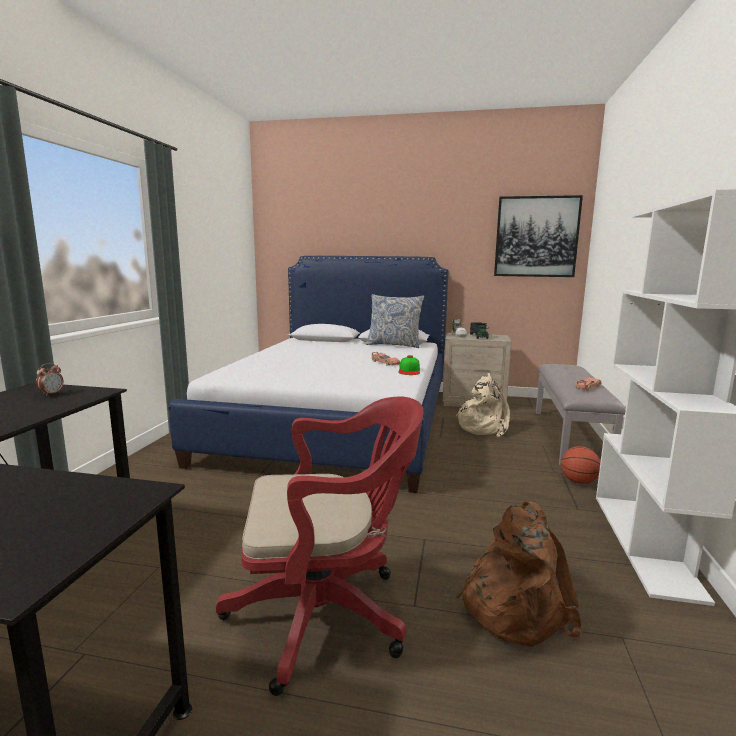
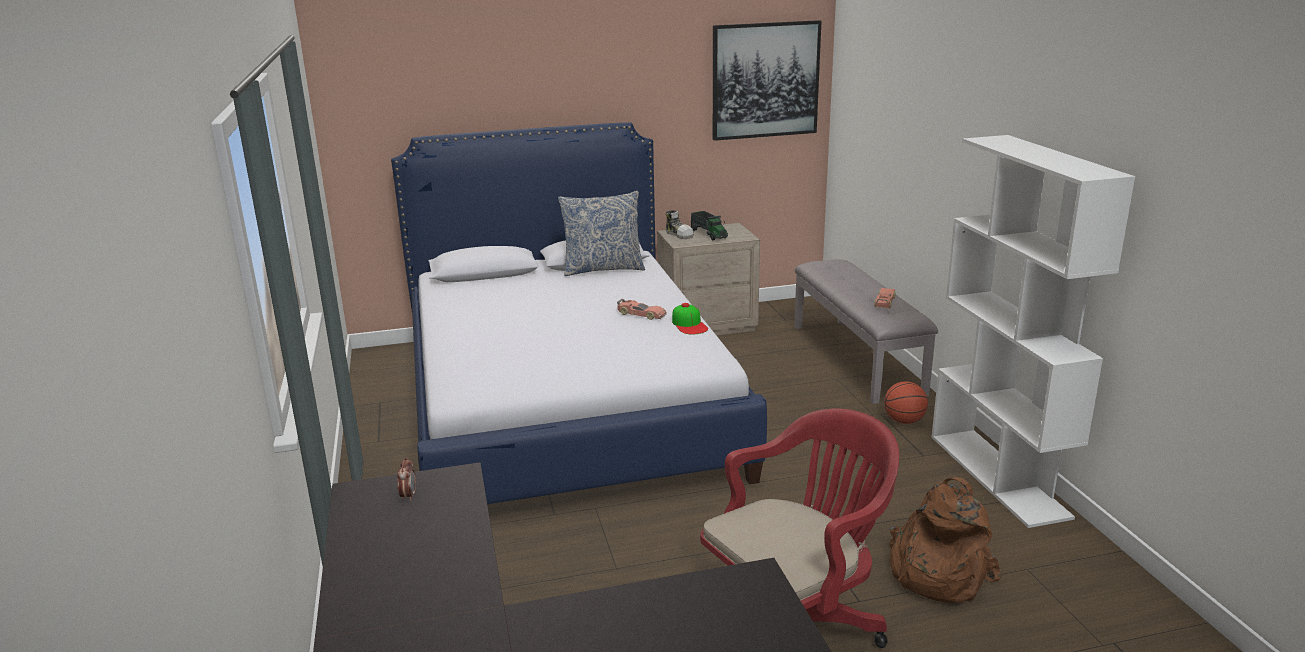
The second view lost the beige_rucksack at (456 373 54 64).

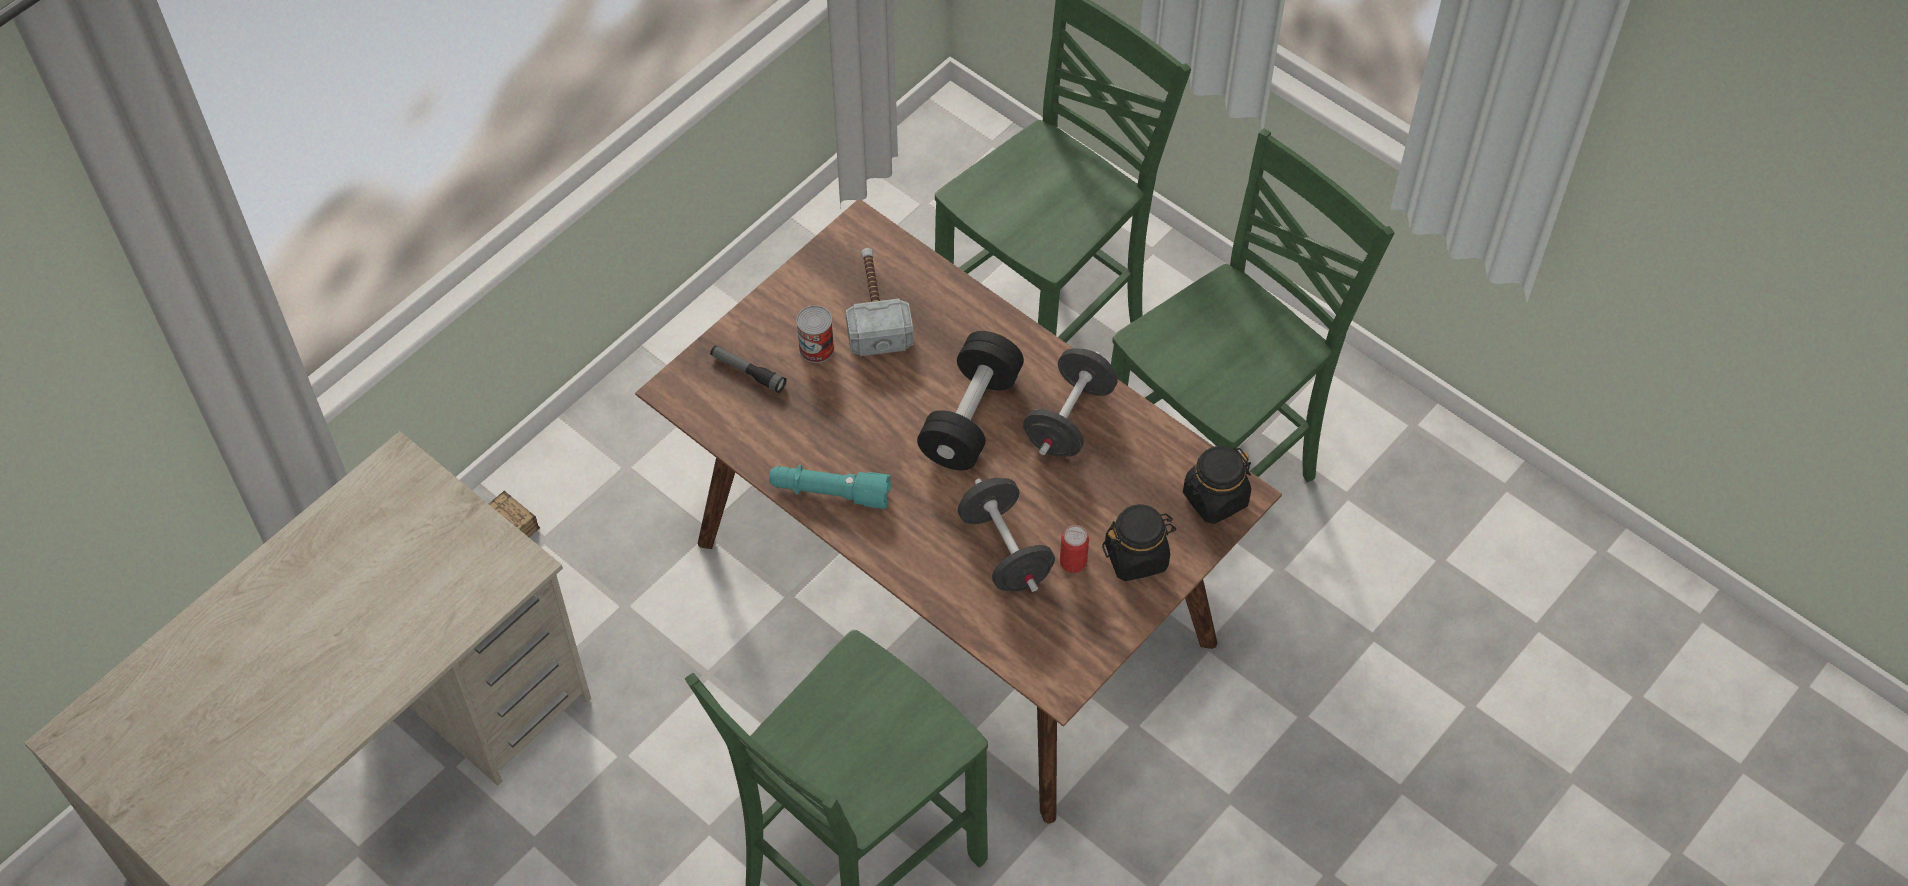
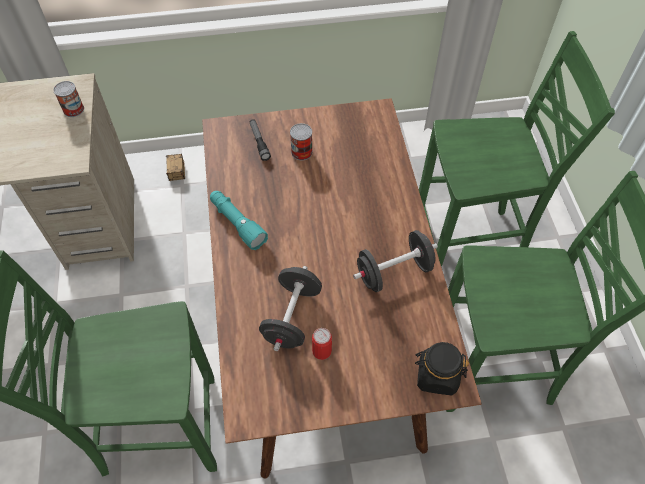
The second view lost the tool_hammer at (846 248 68 108). The second view lost the black-coloured_hand_weight at (917 331 107 139). The second view lost the black-coloured_preserve_jar at (1102 504 74 77). The second view gained the sealed_can at (53 81 31 36).

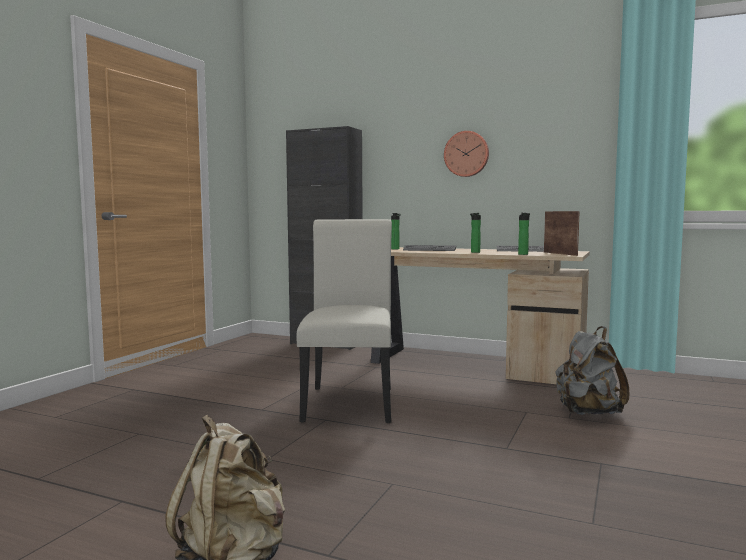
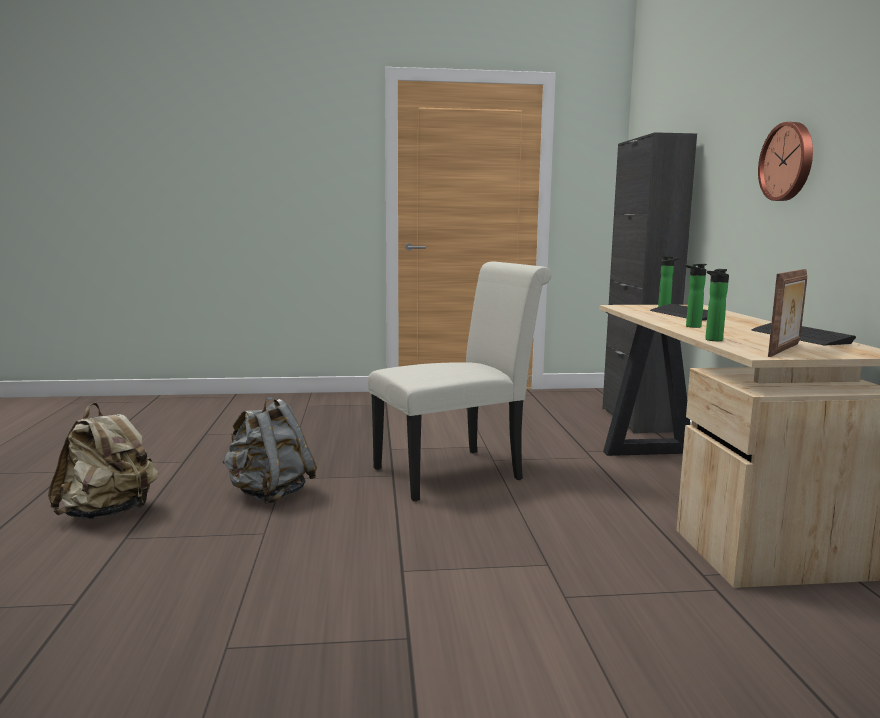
The gray_rucksack ended up elsewhere, having gone from (555 326 75 89) to (223 397 94 107).

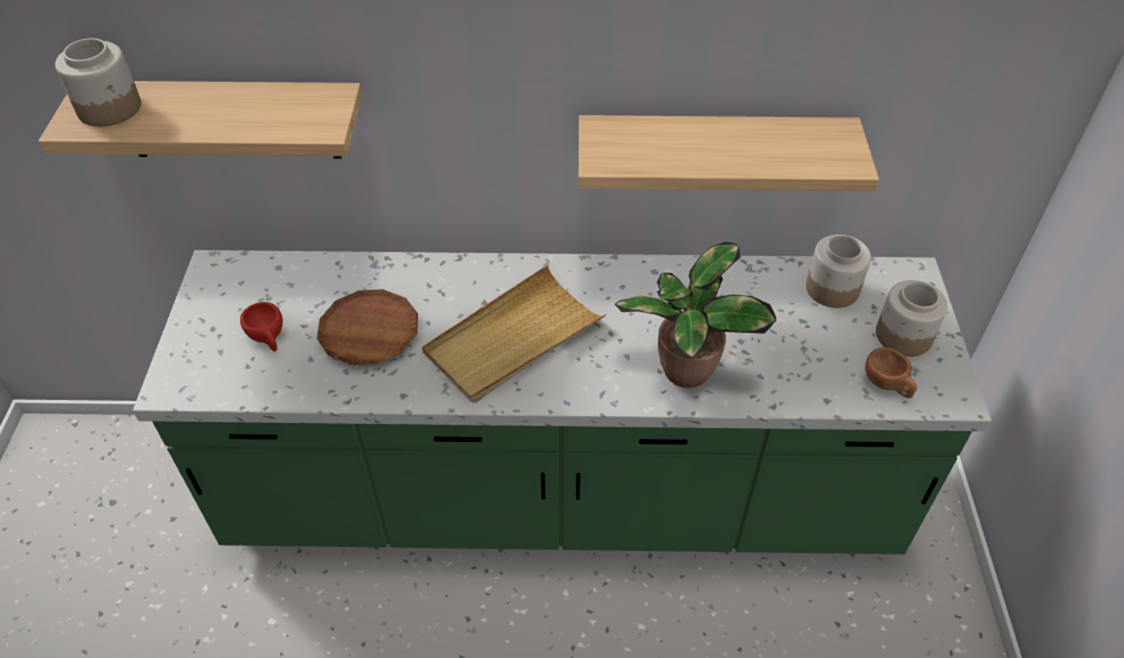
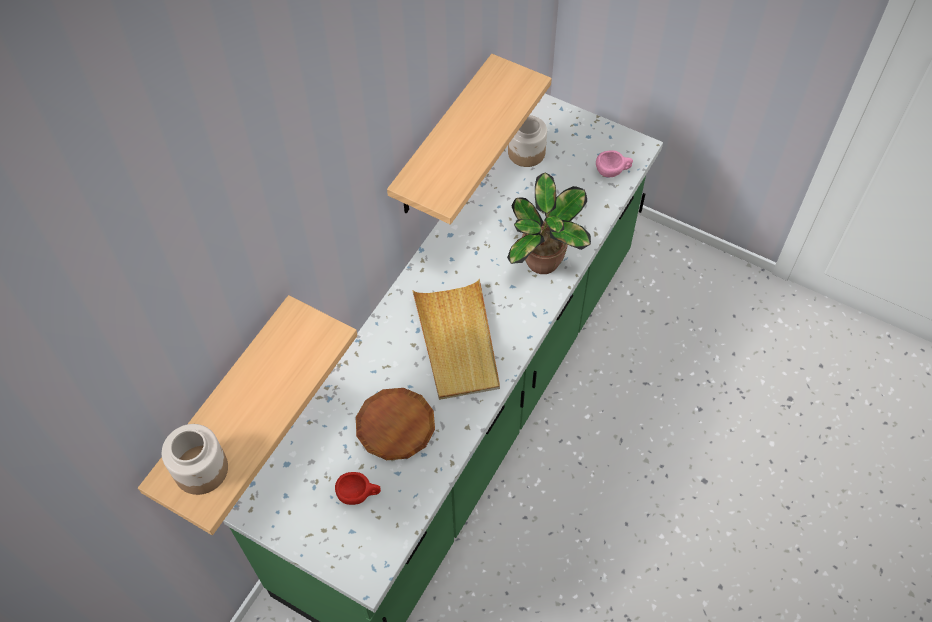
The second view lost the preserve_jar at (876 280 72 77). What was the brownish_drinking_cup at (865 347 52 51) turned into the pink_drinking_cup at (596 150 37 27).

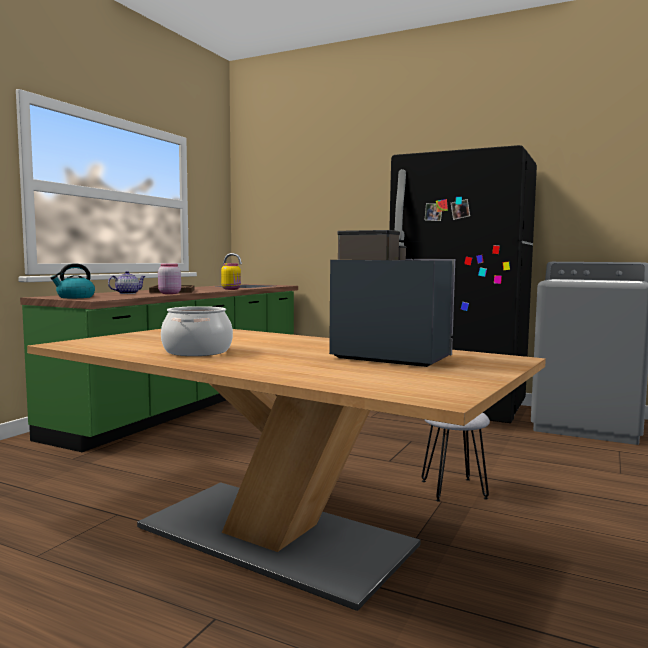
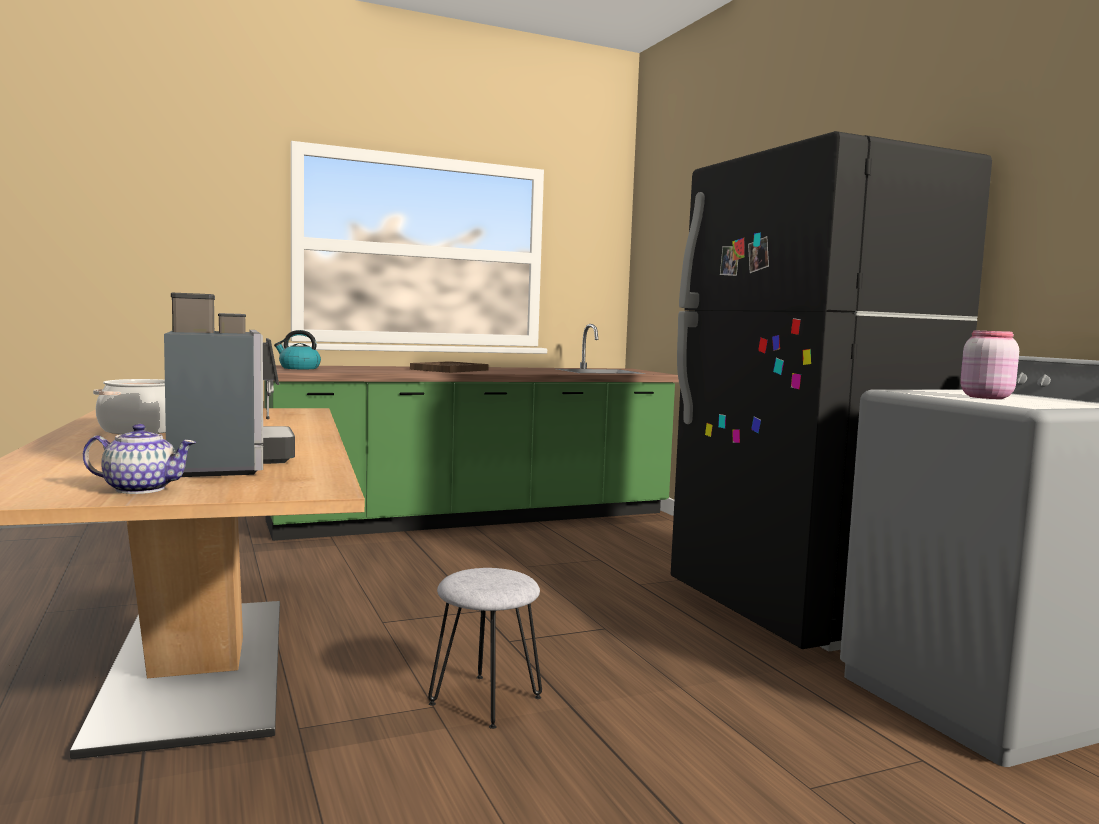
The pink_preserve_jar ended up elsewhere, having gone from (158 263 23 31) to (960 330 59 69). The second view lost the yellowish_preserve_jar at (221 263 20 27). The pot_for_tea ended up elsewhere, having gone from (108 271 38 23) to (83 424 113 70).

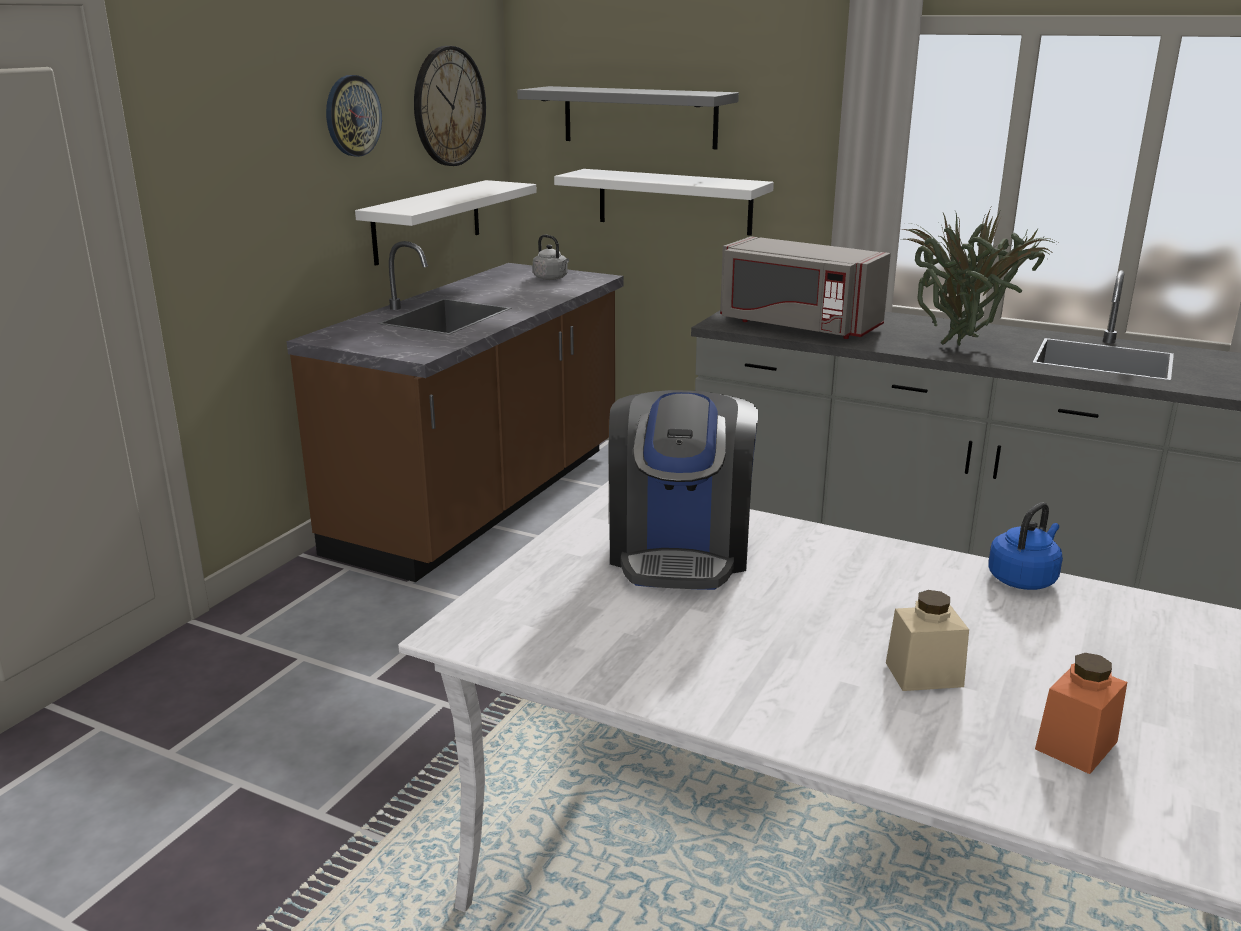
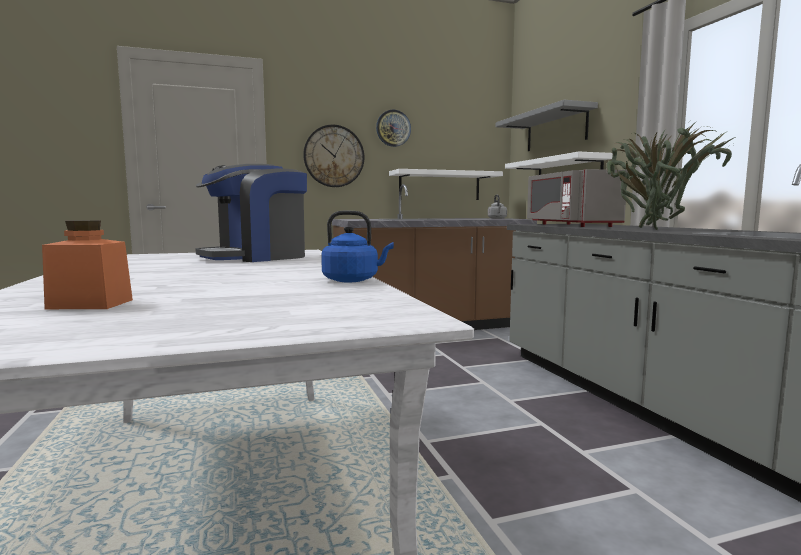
The clock_on_the_wall ended up elsewhere, having gone from (414 46 72 120) to (303 125 61 62). The second view lost the beige_preserve_jar at (886 590 83 101).

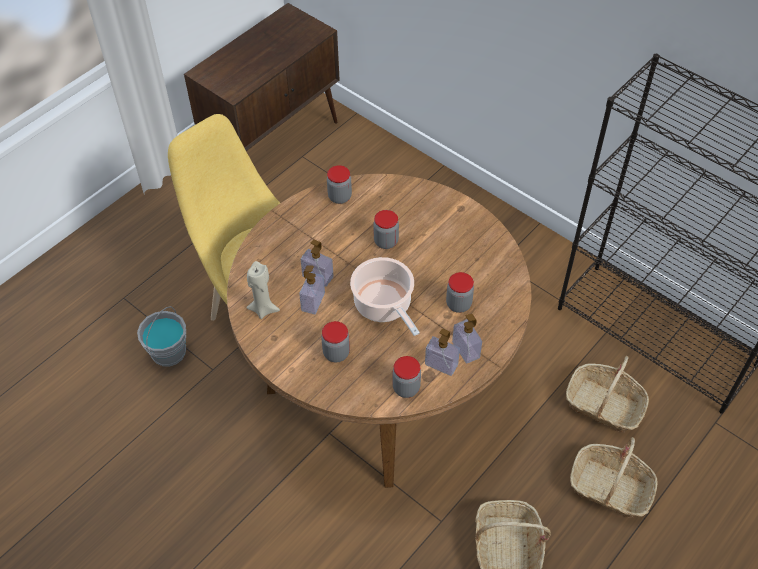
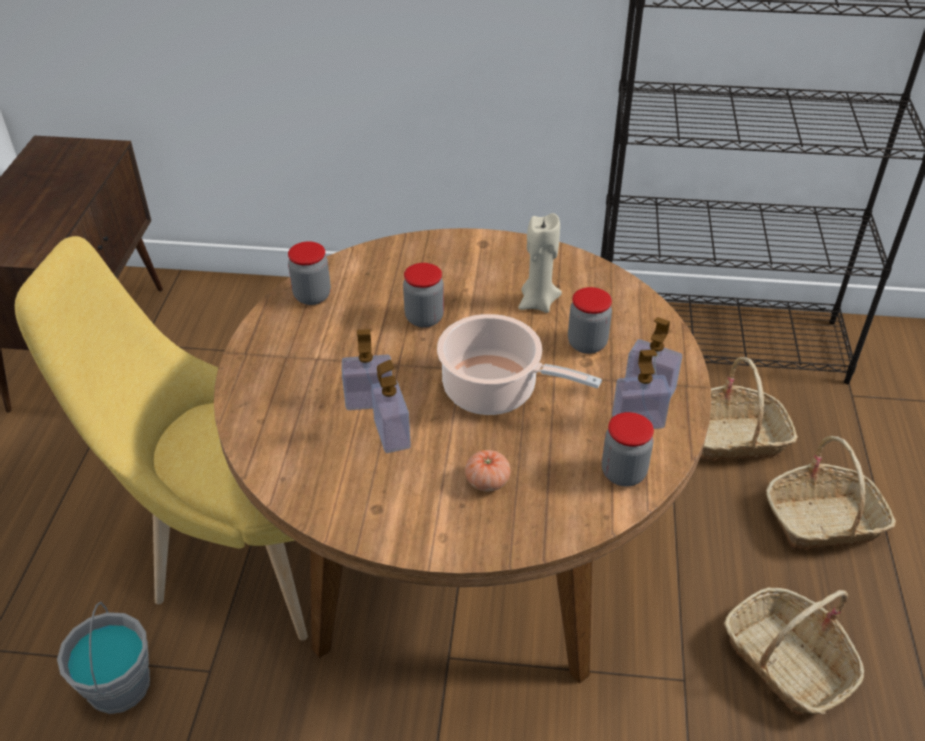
The beige_wax_light ended up elsewhere, having gone from (246 261 34 58) to (518 213 44 100). Where the preserve_jar stood at (321 321 29 41), the fresh_tomato came to stand at (465 450 45 42).

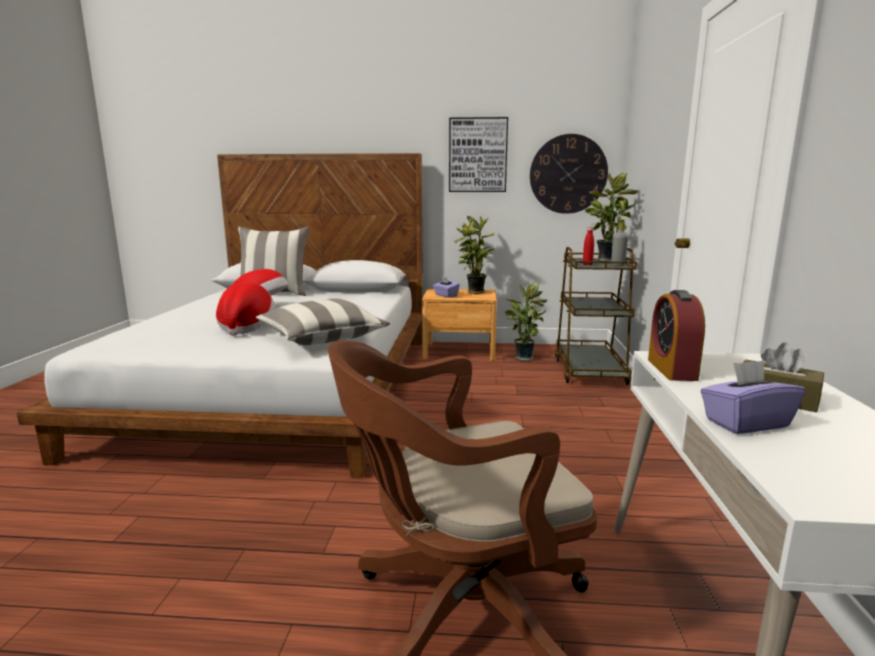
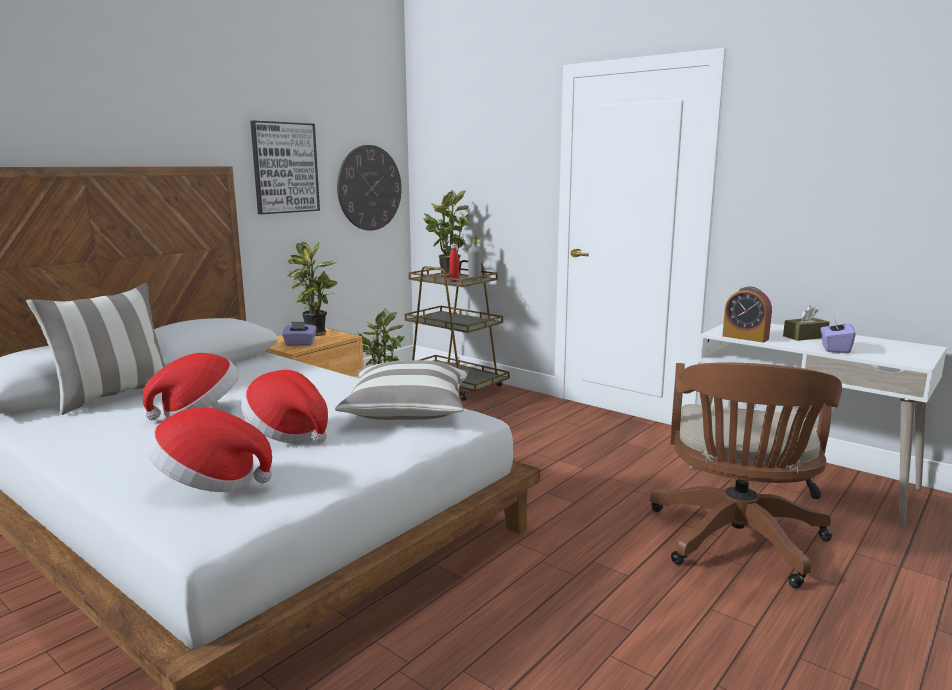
The second view gained the wearable_hat at (146 407 126 85).

